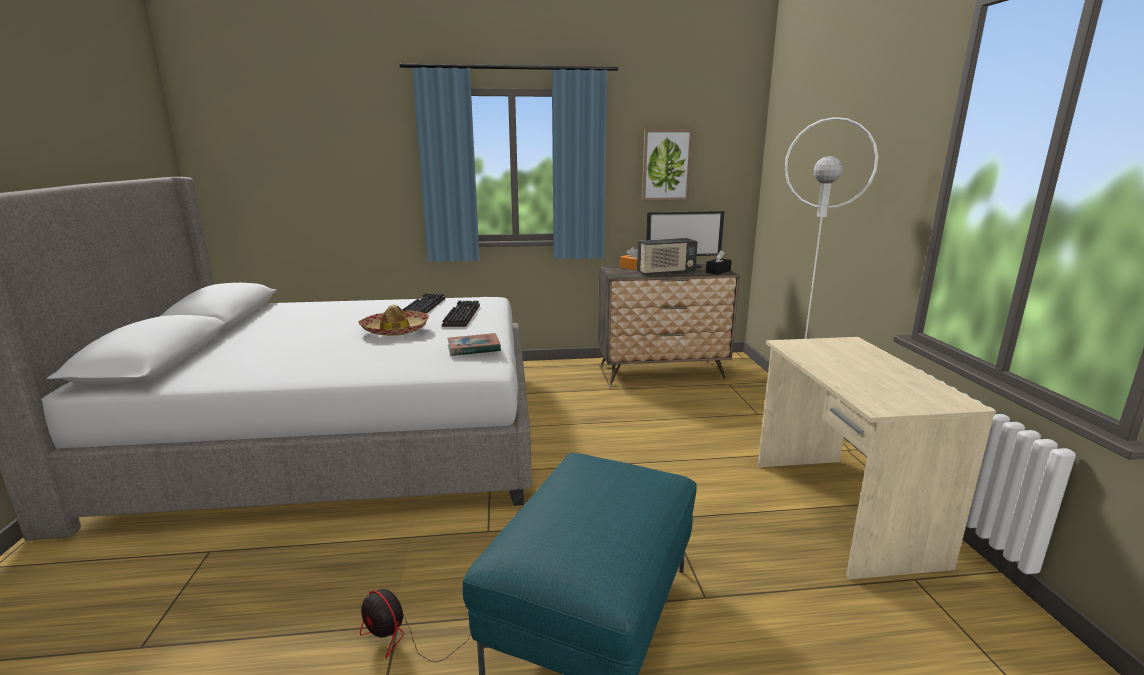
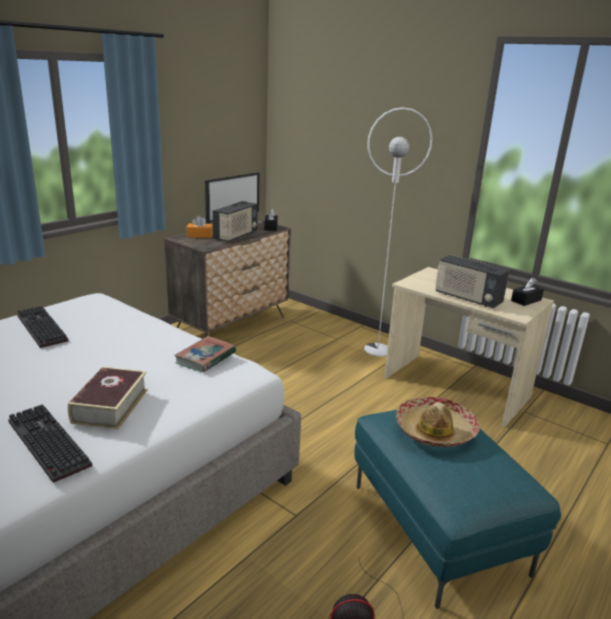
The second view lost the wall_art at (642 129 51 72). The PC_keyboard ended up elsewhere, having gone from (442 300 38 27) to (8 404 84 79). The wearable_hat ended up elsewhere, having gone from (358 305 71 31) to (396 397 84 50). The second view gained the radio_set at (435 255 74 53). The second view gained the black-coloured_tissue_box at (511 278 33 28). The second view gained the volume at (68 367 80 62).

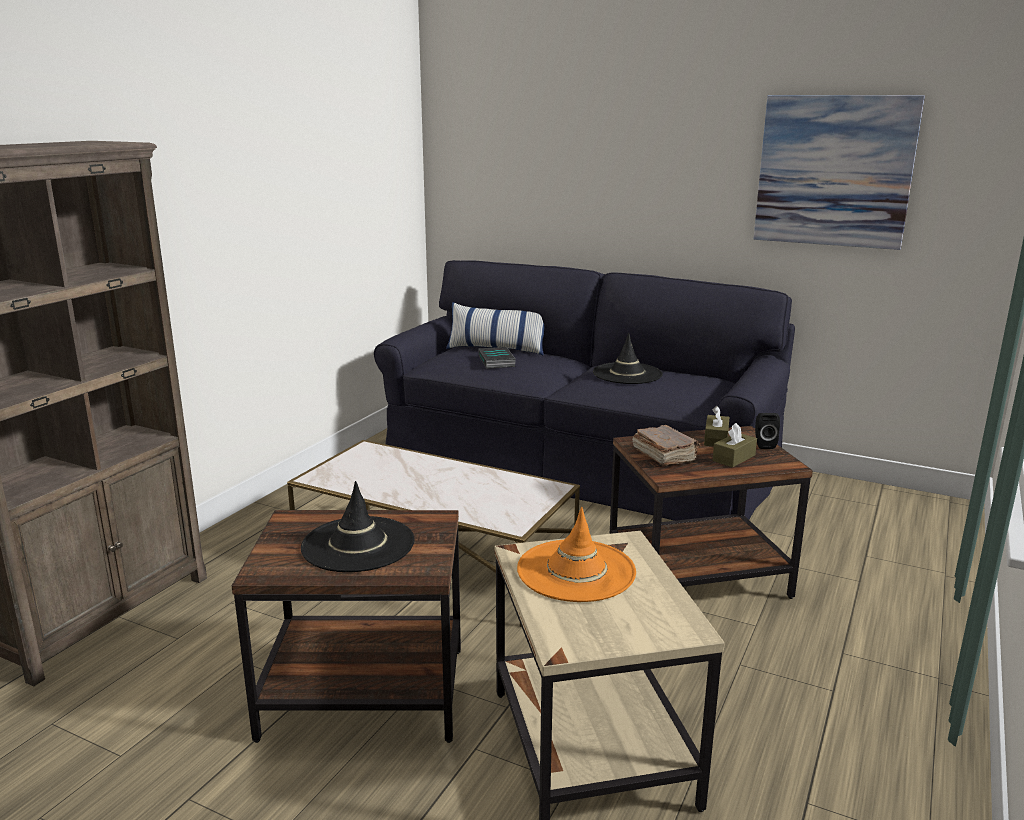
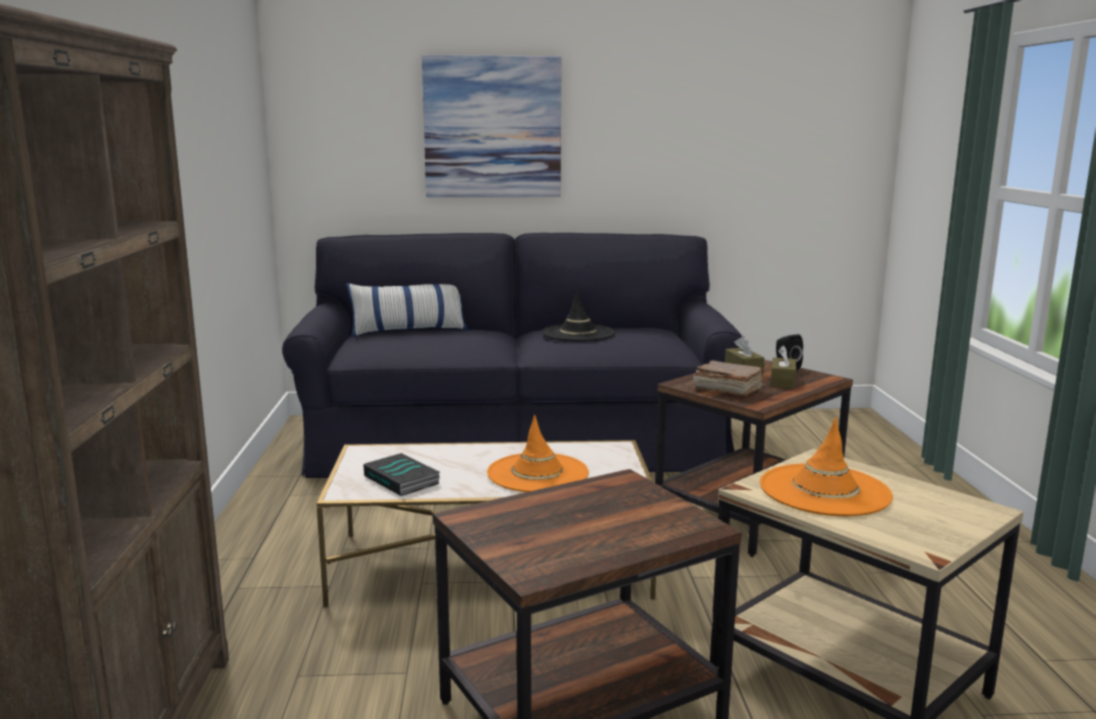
The wall_art ended up elsewhere, having gone from (754 95 171 155) to (422 55 140 142). The volume ended up elsewhere, having gone from (478 347 38 22) to (363 453 77 43). The second view lost the black-coloured_wearable_hat at (301 481 114 91). The second view gained the orange-coloured_wearable_hat at (487 415 102 77).

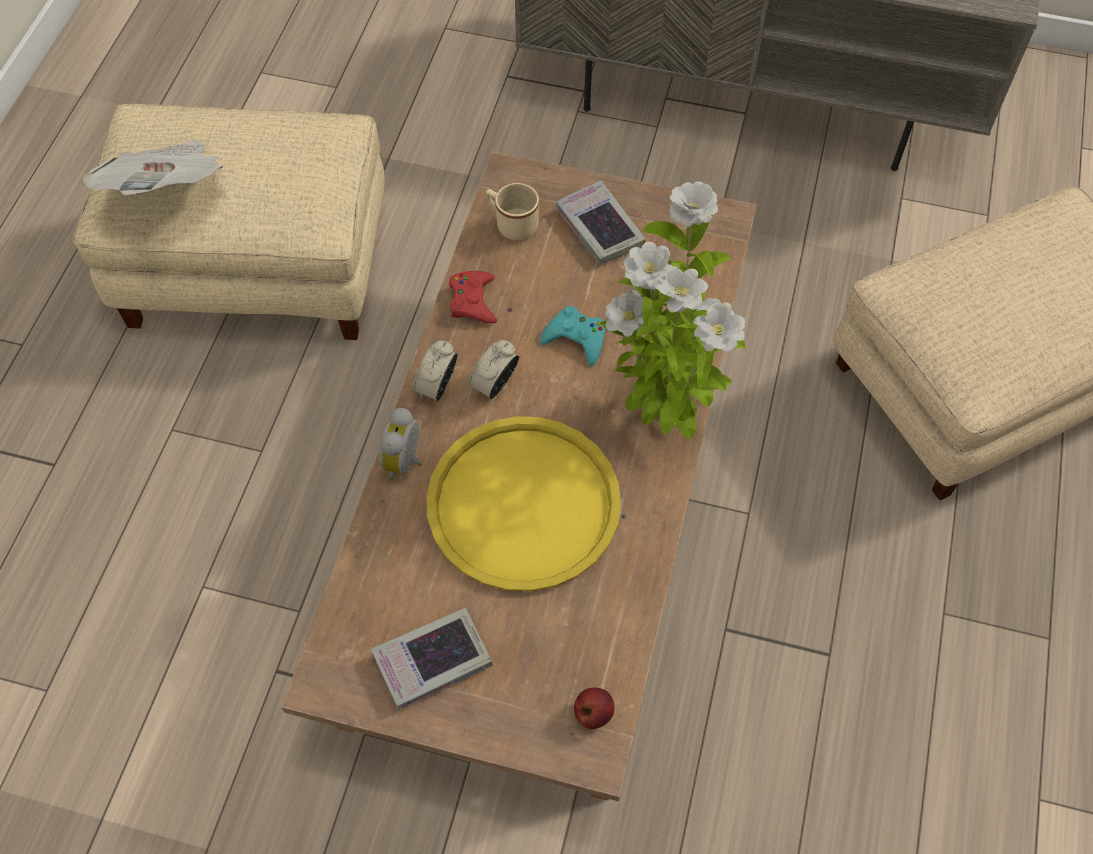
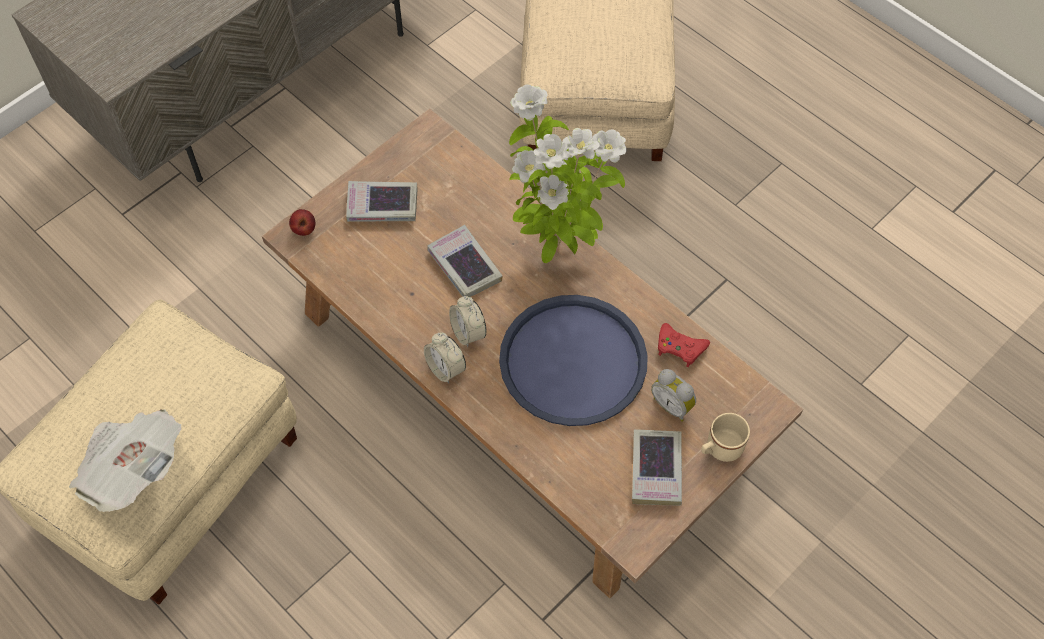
The beige_tea_mug ended up elsewhere, having gone from (486 183 53 57) to (701 413 49 49). The red_gamepad ended up elsewhere, having gone from (449 271 48 52) to (658 323 52 44). Where the turquoise_gamepad stood at (540 306 66 60), the volume came to stand at (427 225 76 72). The bedside_clock ended up elsewhere, having gone from (379 408 43 72) to (651 369 45 53). What was the yellowish_serving_tray at (427 416 194 175) turned into the blue-coloured_serving_tray at (499 295 149 131). The apple_fruit ended up elsewhere, having gone from (574 688 40 41) to (289 209 26 27).

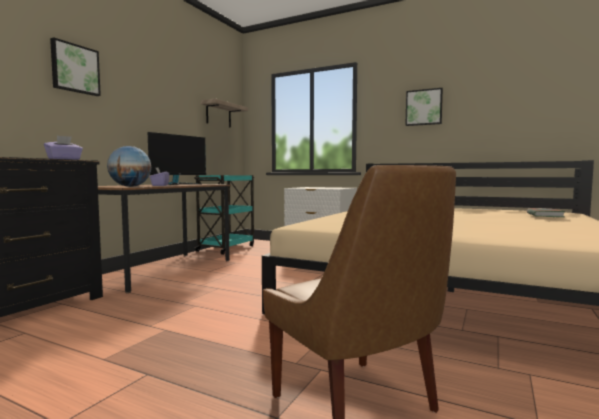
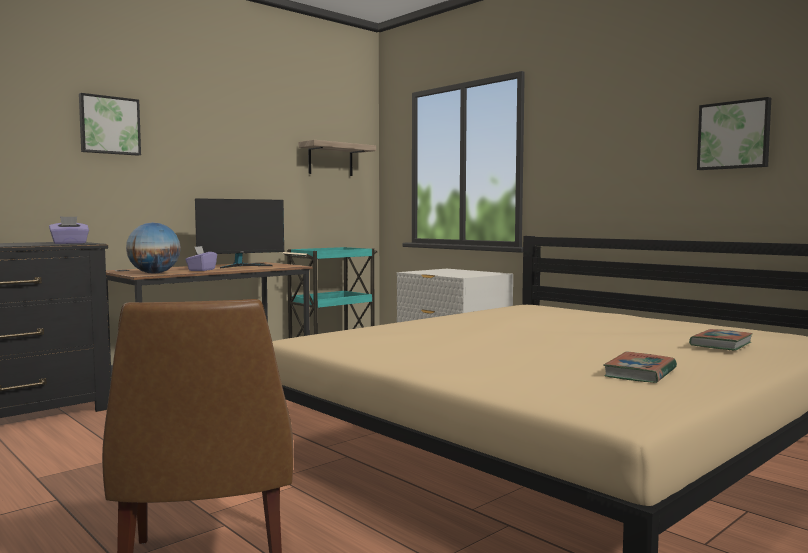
The wall_art ended up elsewhere, having gone from (405 88 38 38) to (697 97 74 73). The second view gained the volume at (603 352 74 31).

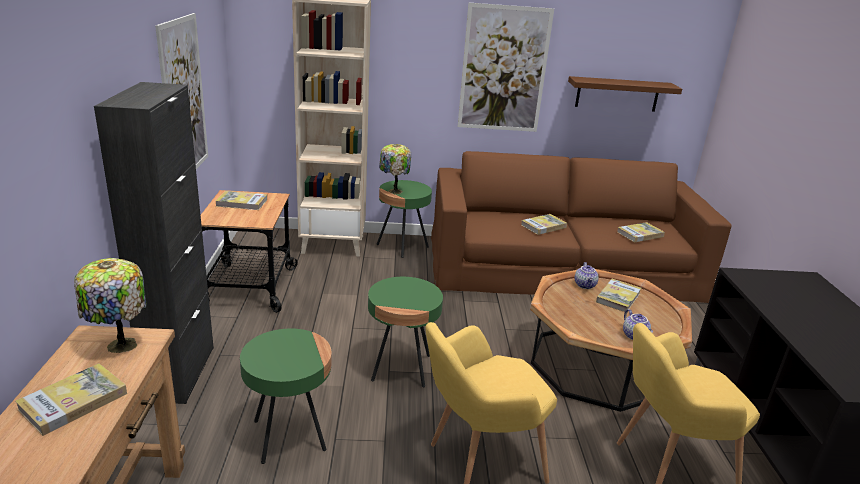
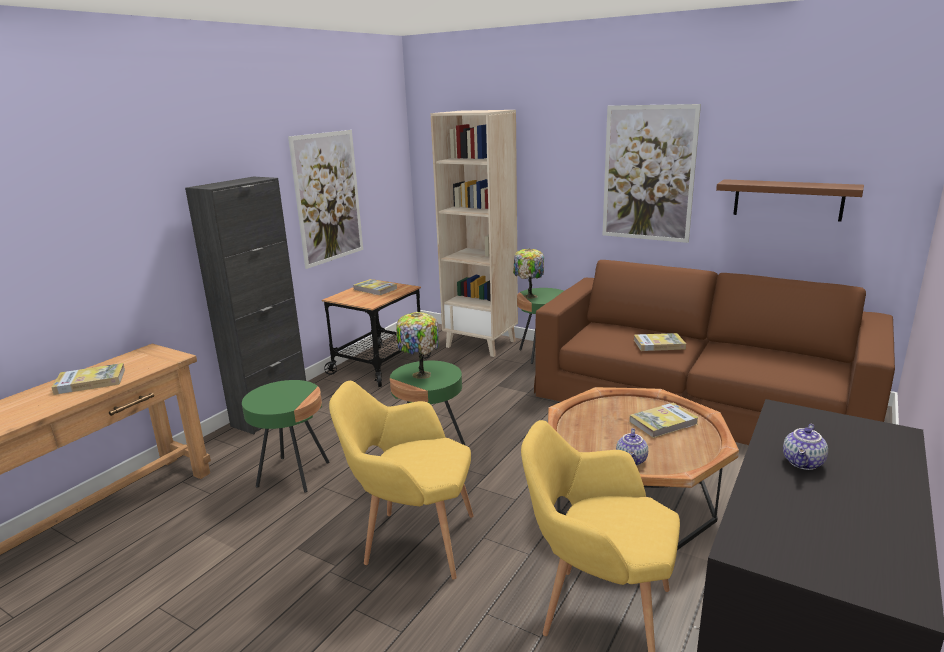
The second view lost the volume at (617 222 48 20). The lamp_for_a_table ended up elsewhere, having gone from (74 258 73 95) to (396 312 43 67). The pot_for_tea ended up elsewhere, having gone from (575 262 24 27) to (783 424 45 46).

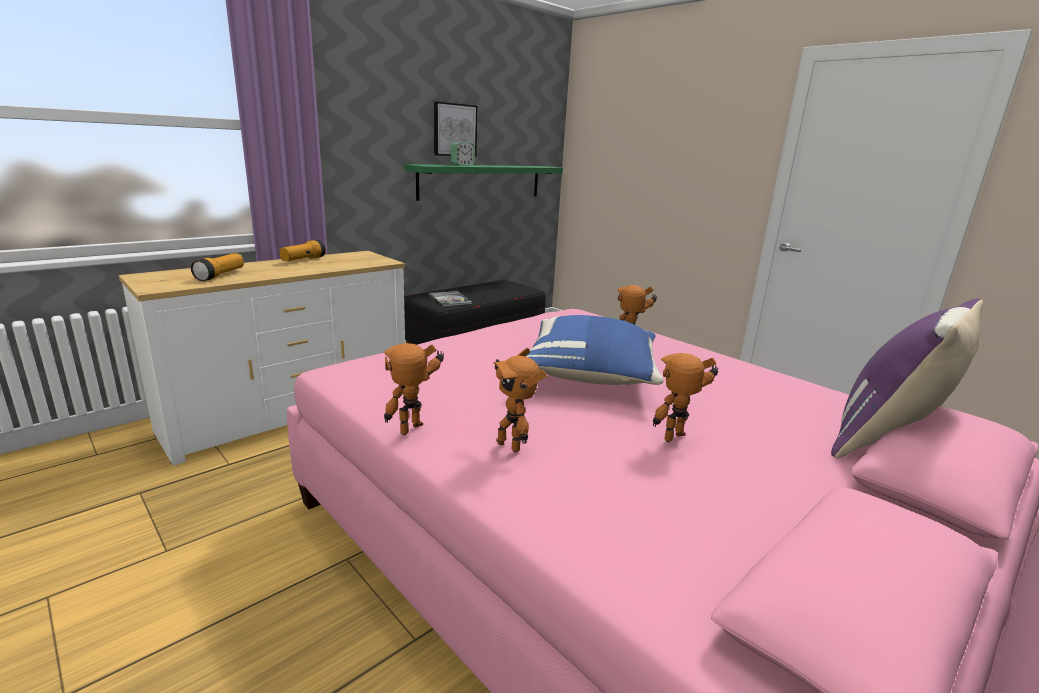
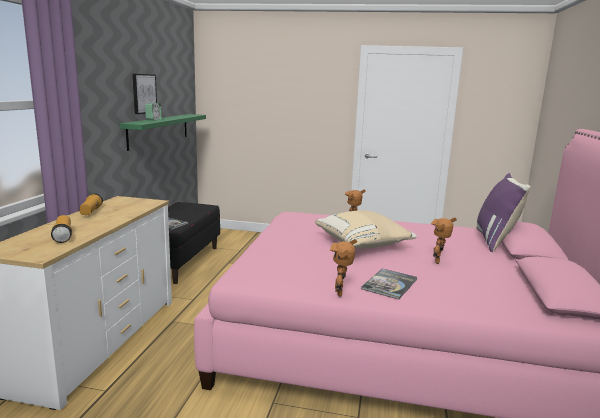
What was the blue-coloured_throw_pillow at (526 315 137 70) turned into the beige_throw_pillow at (315 210 102 39). Where the model_robot stood at (493 348 54 104), the volume came to stand at (361 268 56 32).

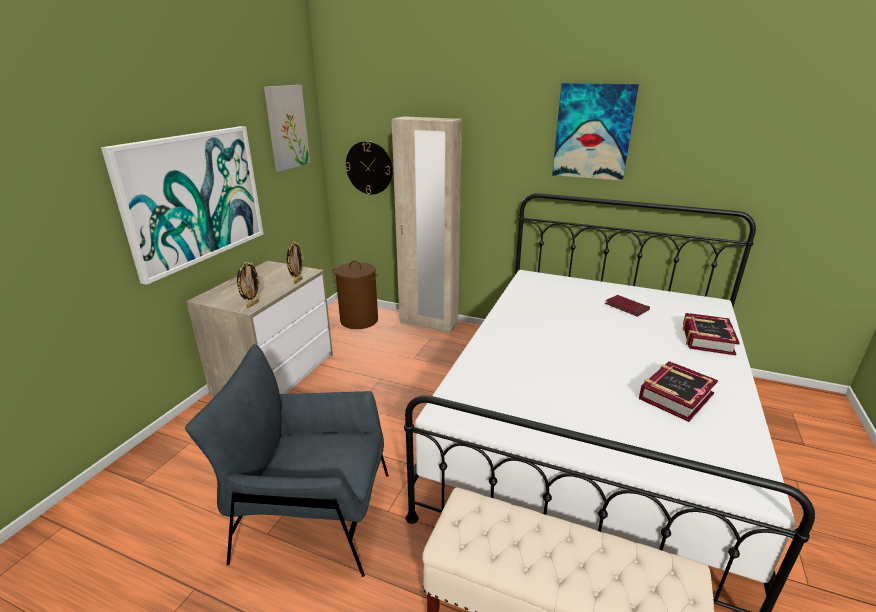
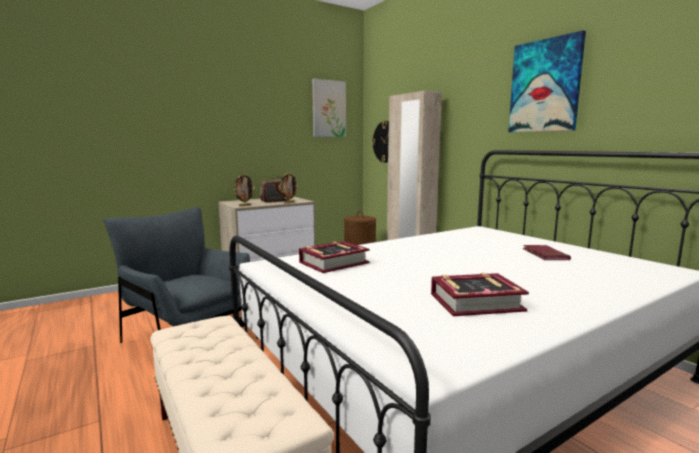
The second view lost the wall_art at (101 126 163 159). The volume ended up elsewhere, having gone from (682 313 58 42) to (299 241 71 32). The second view gained the radio_set at (260 176 29 27).

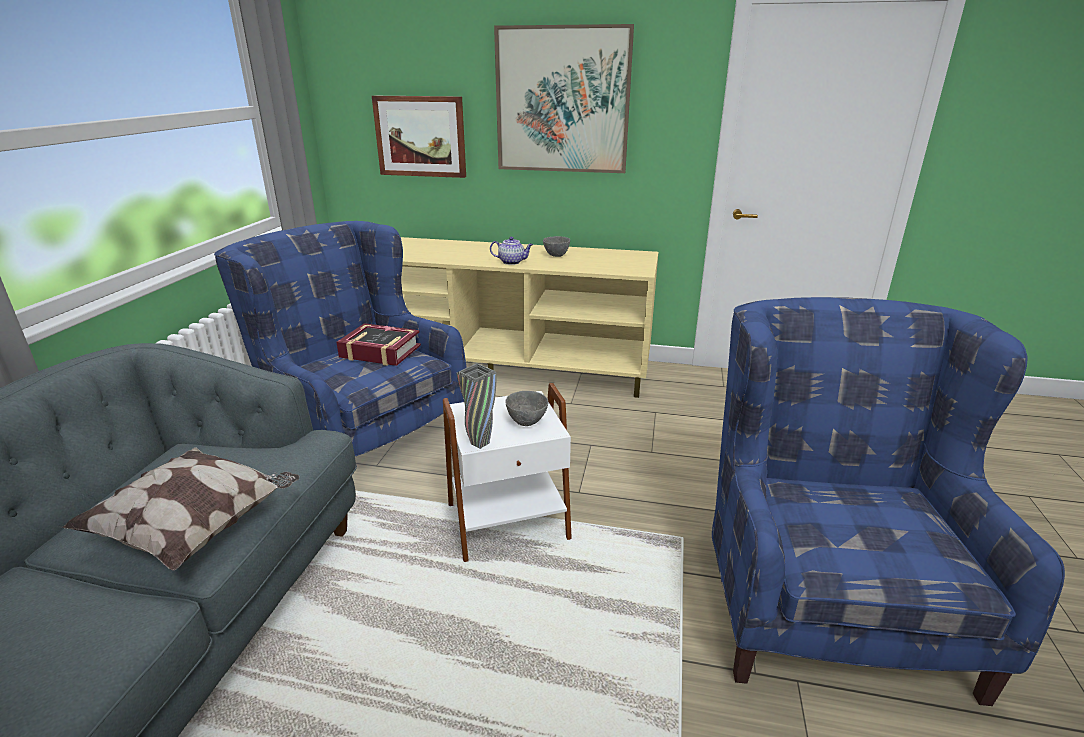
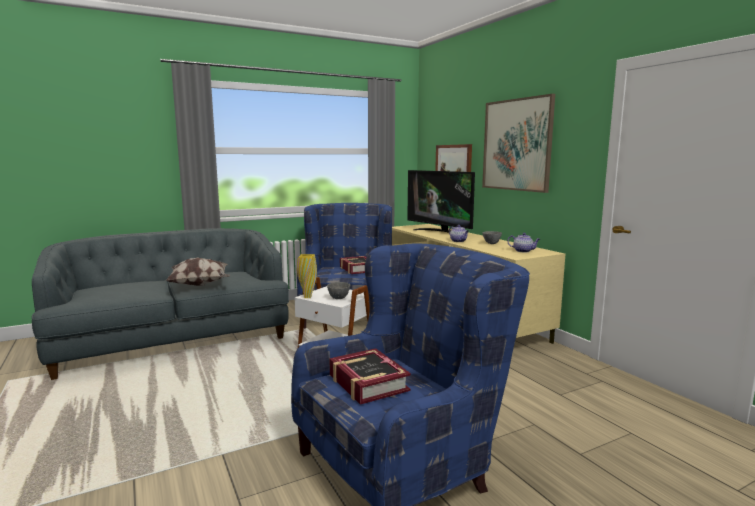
What was the gray_vase at (456 363 40 86) turned into the yellowish_vase at (297 254 20 44). The second view gained the television at (407 170 68 63). The second view gained the pot_for_tea at (507 233 33 20). The second view gained the volume at (329 348 82 57).

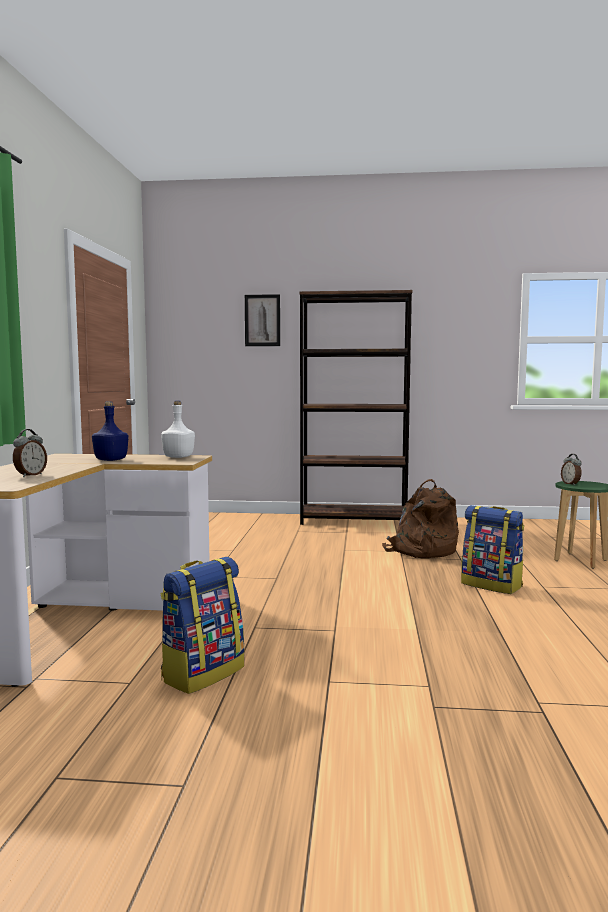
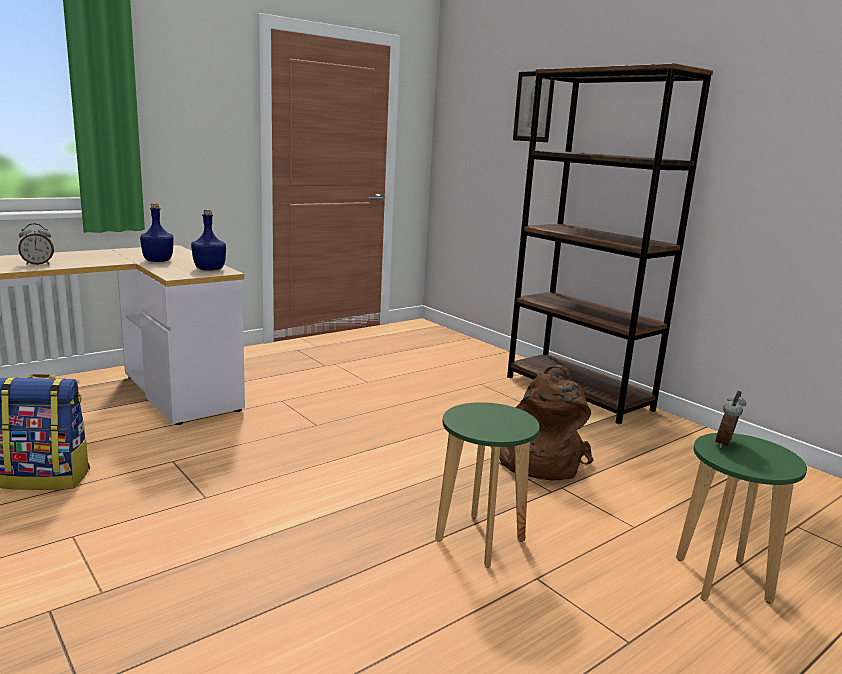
What was the white_bottle at (161 401 34 57) turned into the blue-coloured_bottle at (191 209 35 62). Where the rucksack stood at (461 505 63 89), the green_stool came to stand at (435 402 105 165).

